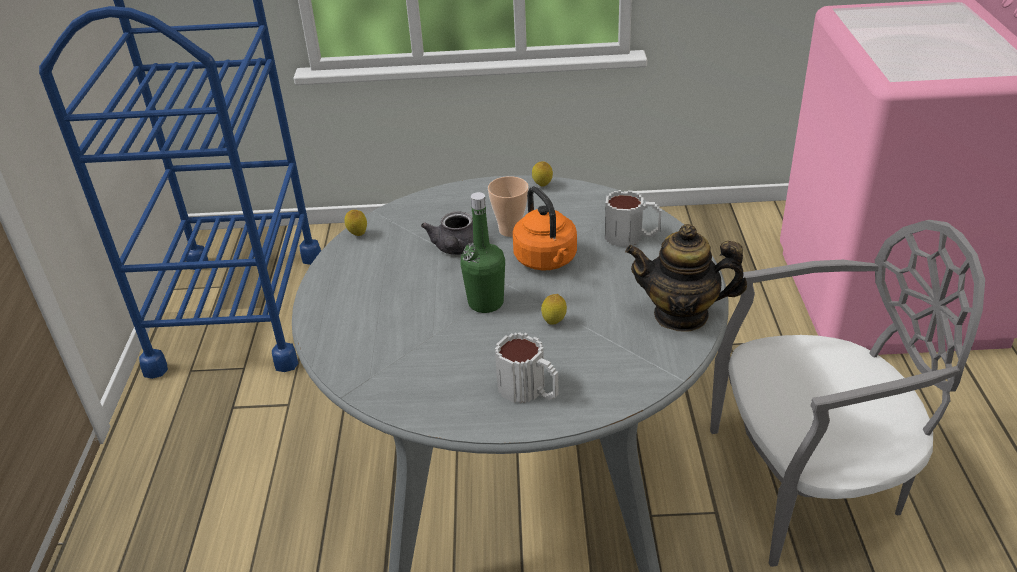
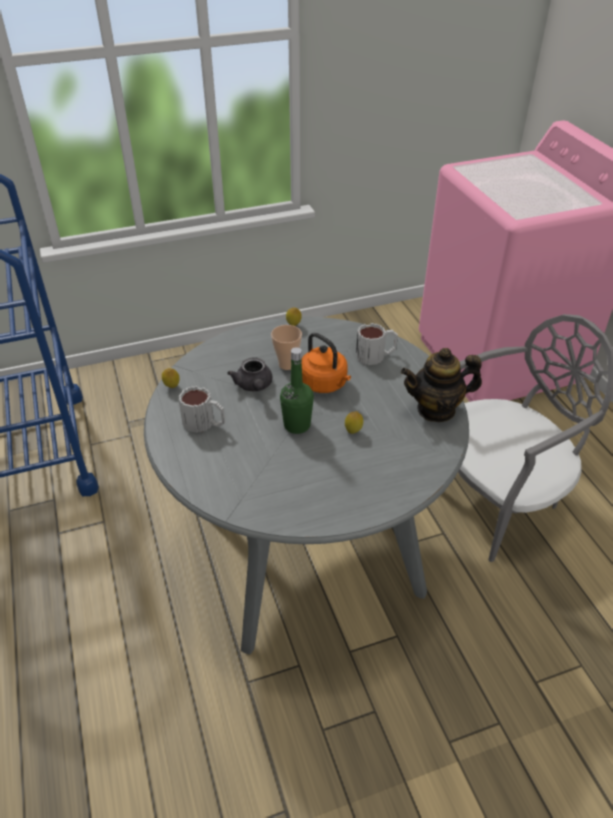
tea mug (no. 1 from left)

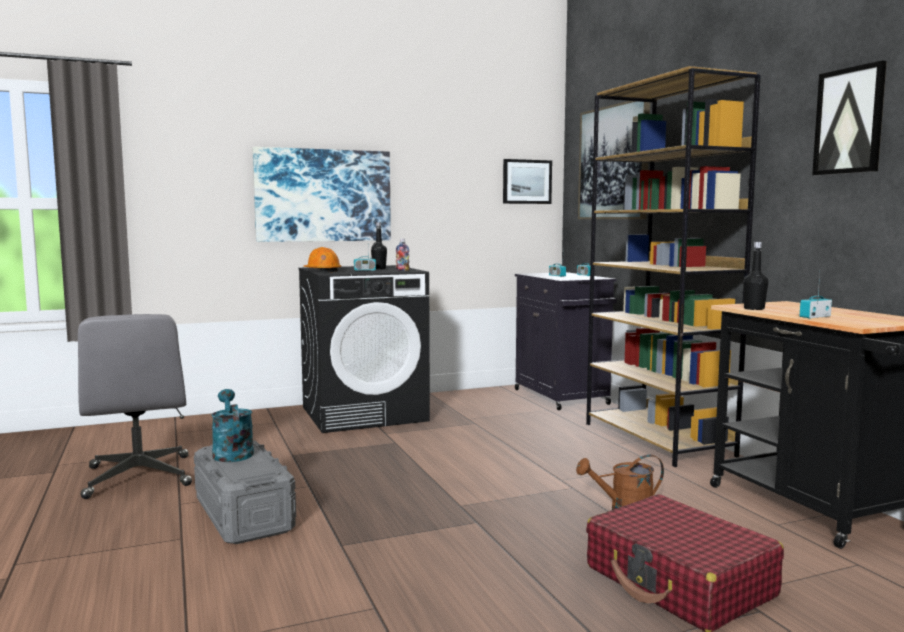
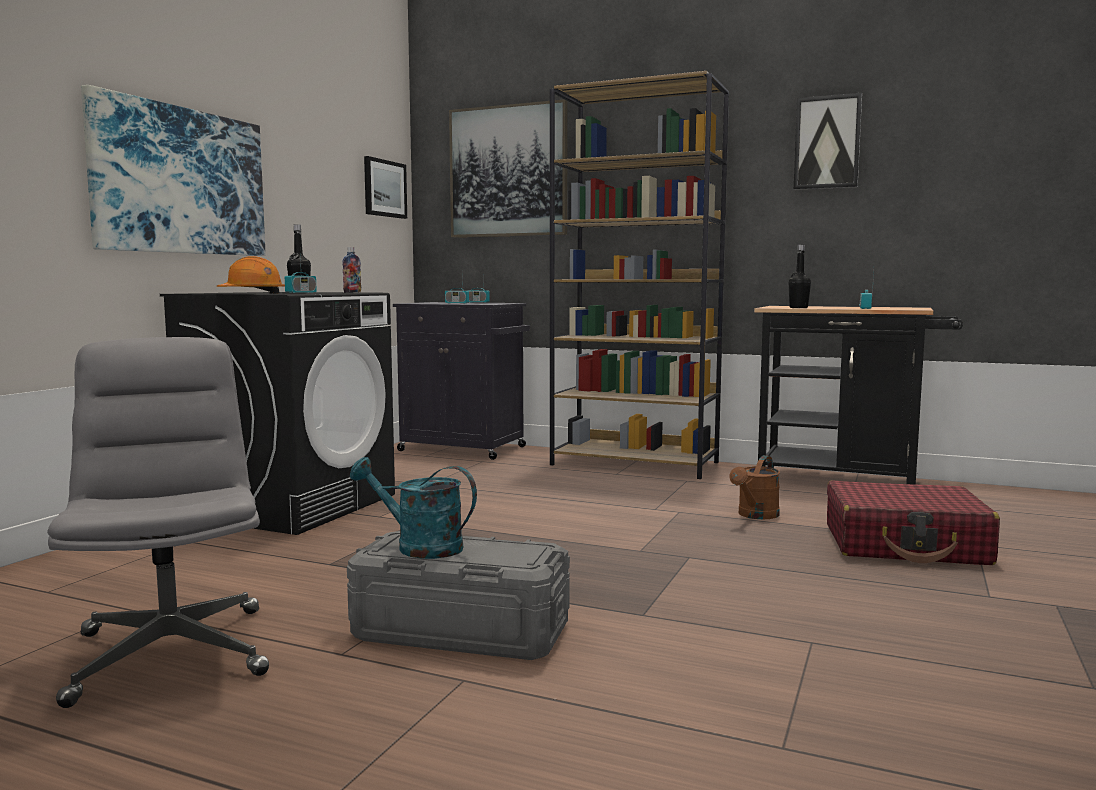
computer chair in gray

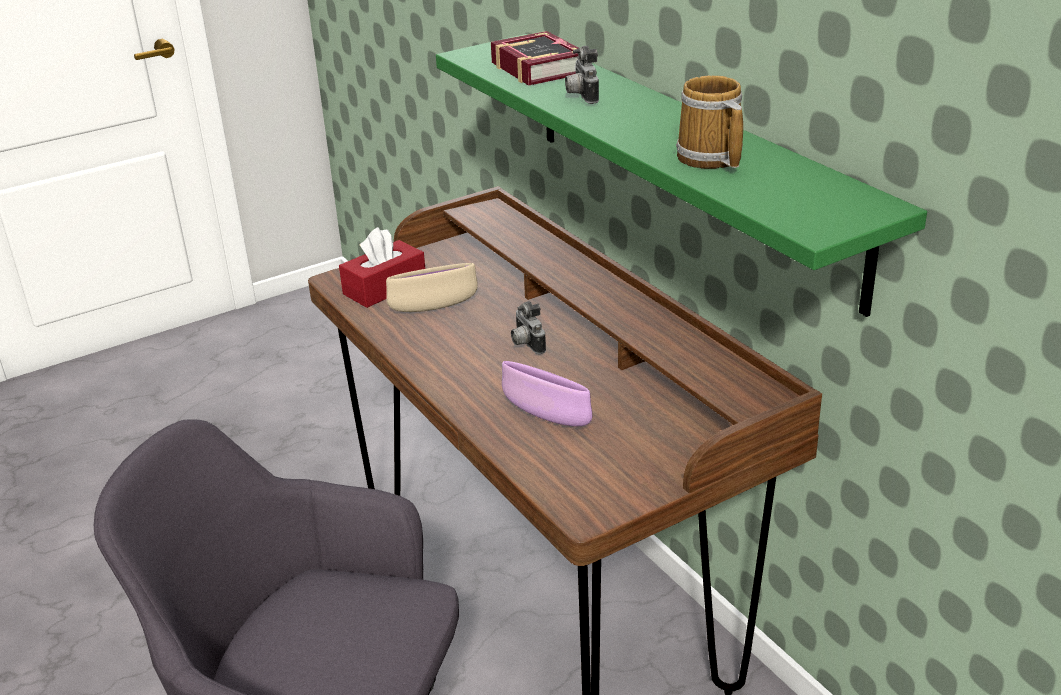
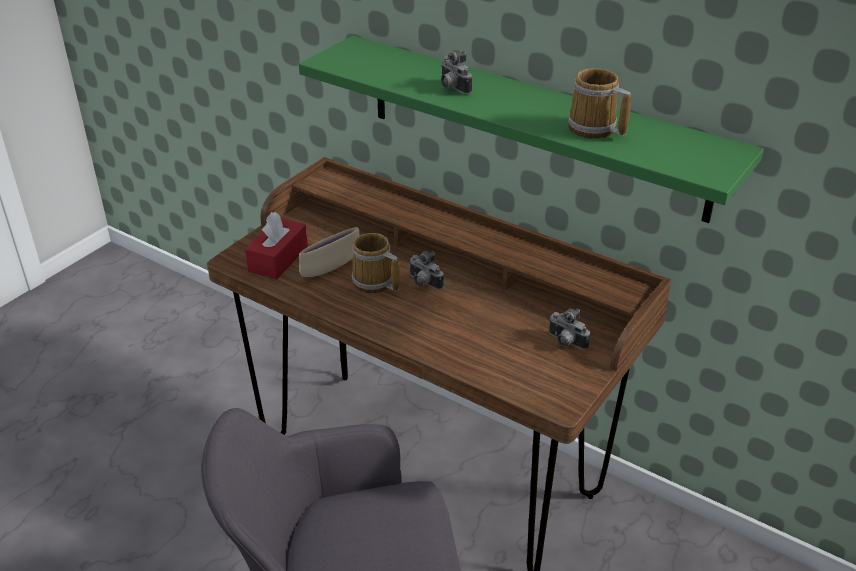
tea mug (no. 1 from left); still camera (no. 3 from left); book; bowl in purple-coloured

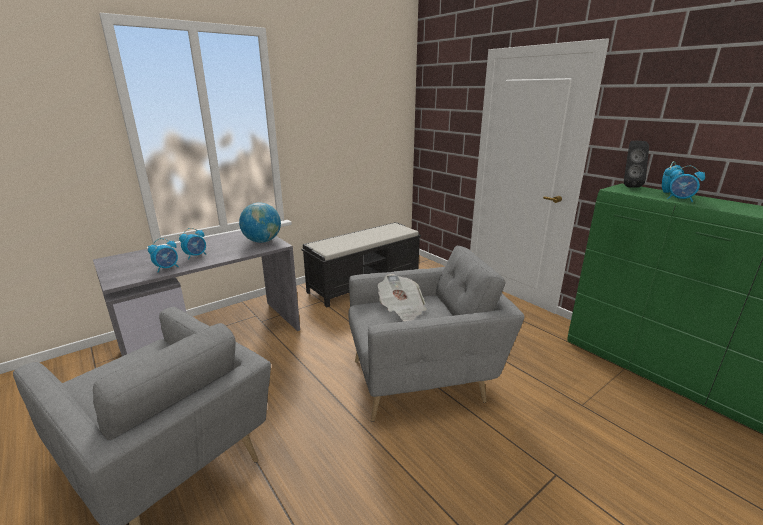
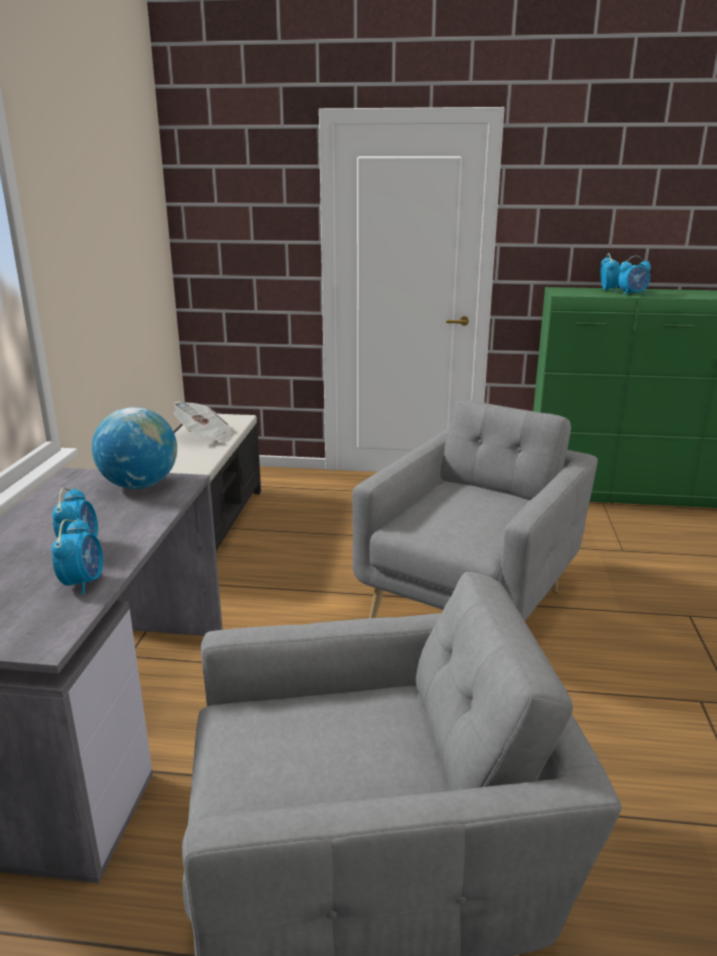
newspaper; speaker in black

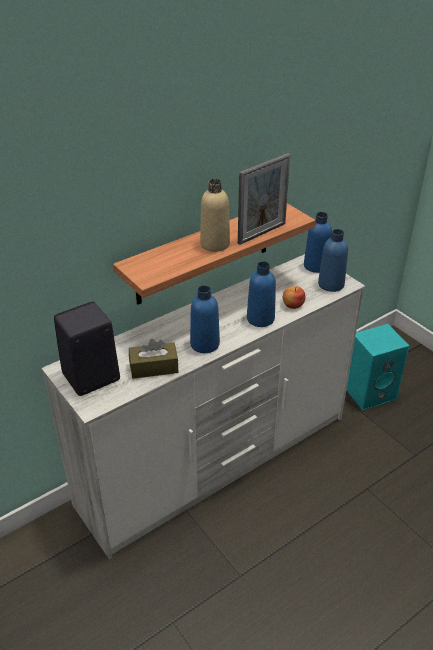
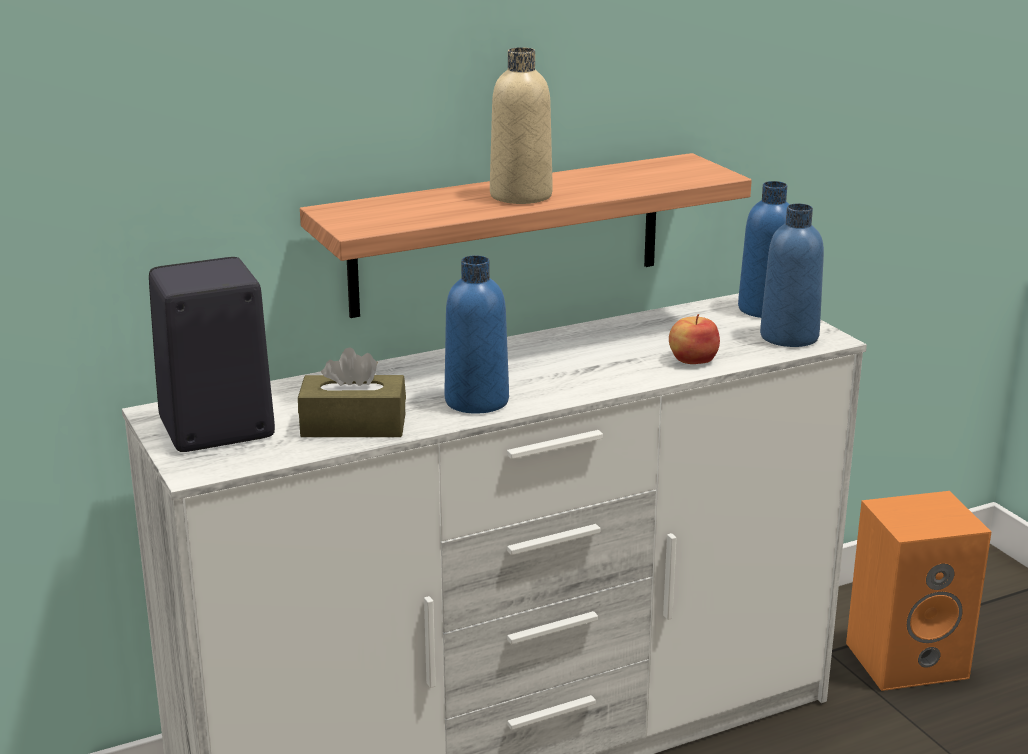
speaker in orangey; photo frame; beverage bottle in blue (no. 2 from left in the first image)

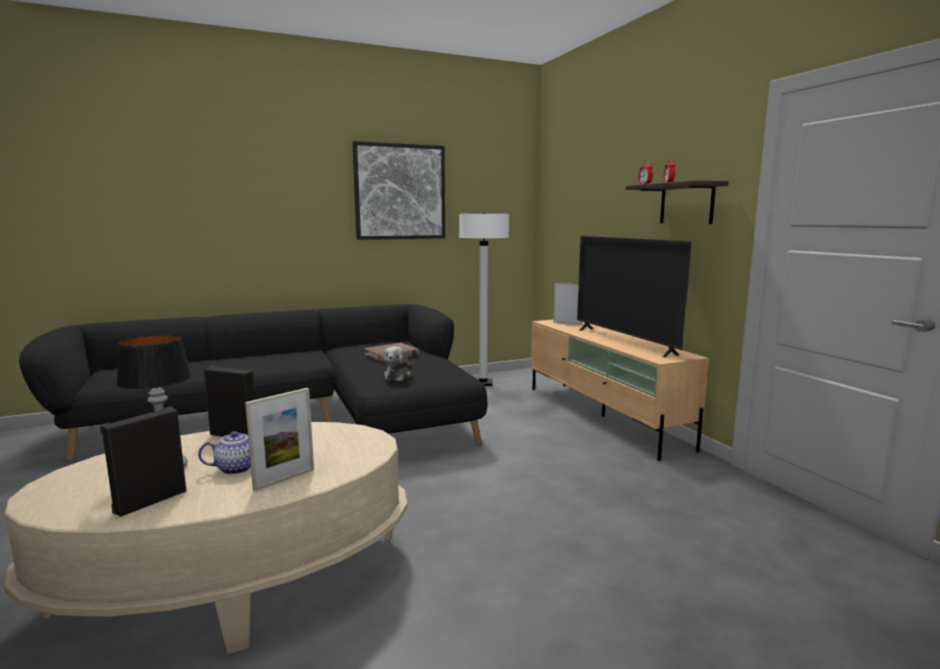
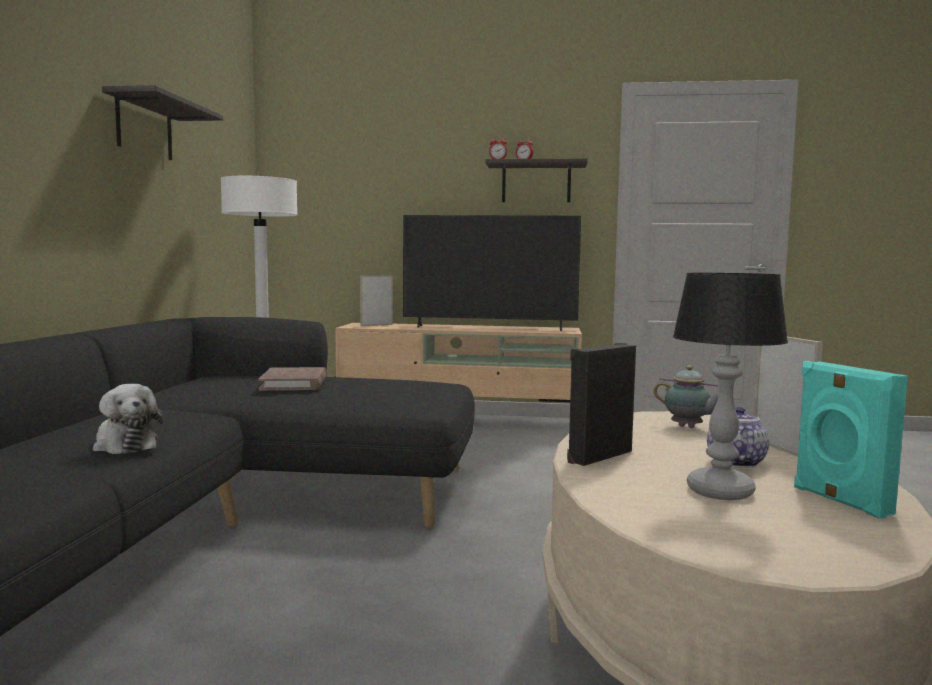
cuddly toy; shelf (no. 1 from left); tea pot (no. 1 from left); speaker in turquoise

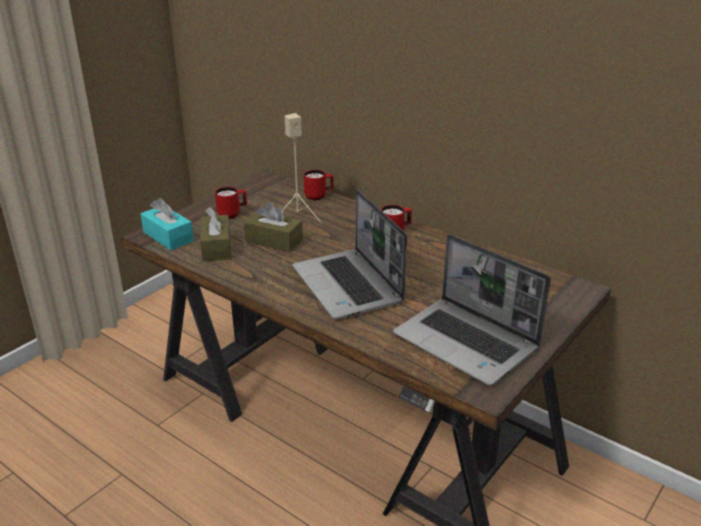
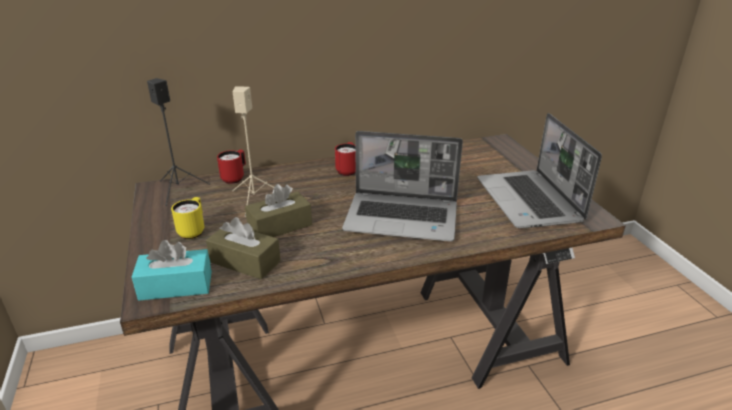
speaker in black; tea mug in yellowish; notebook computer (no. 2 from left)

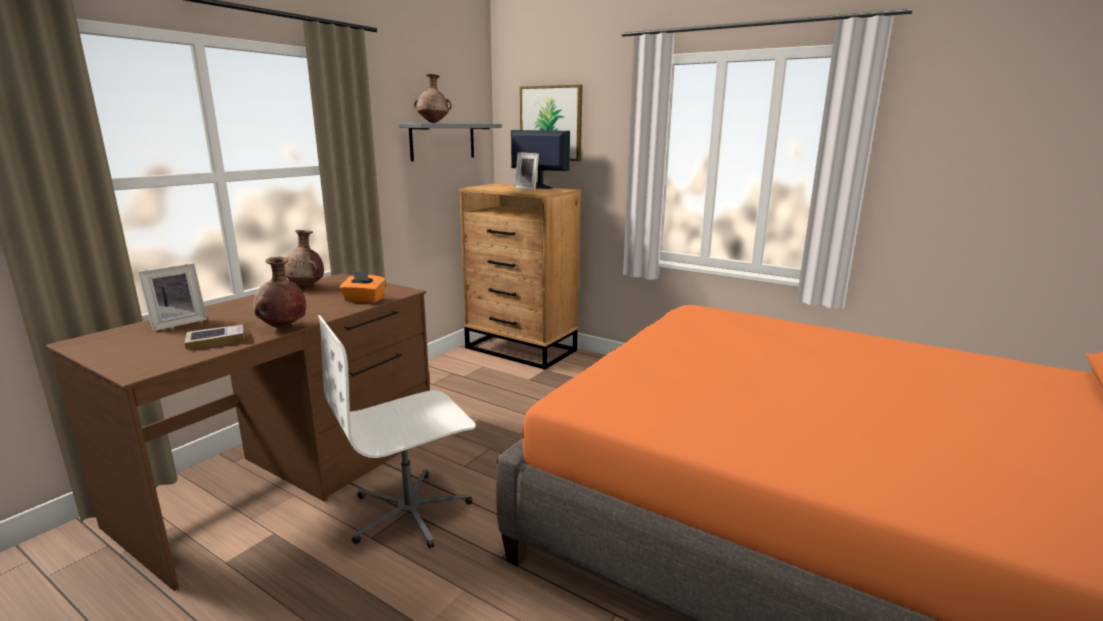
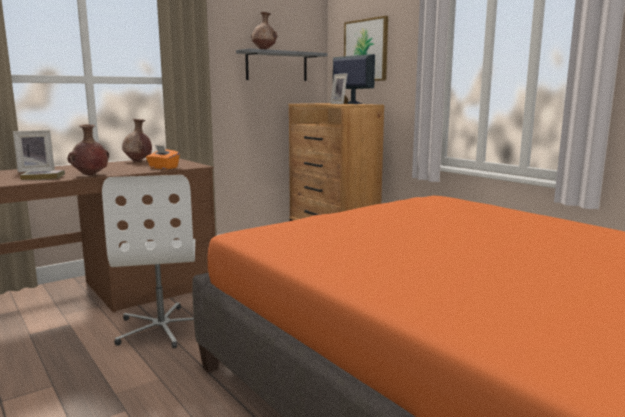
computer chair in white-coloured

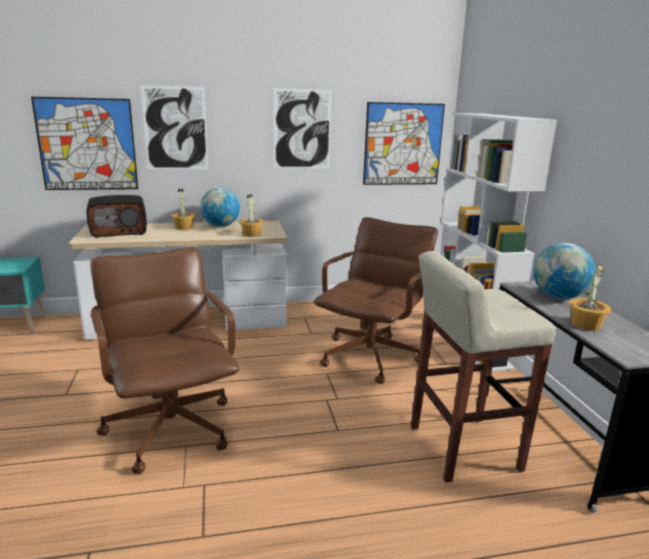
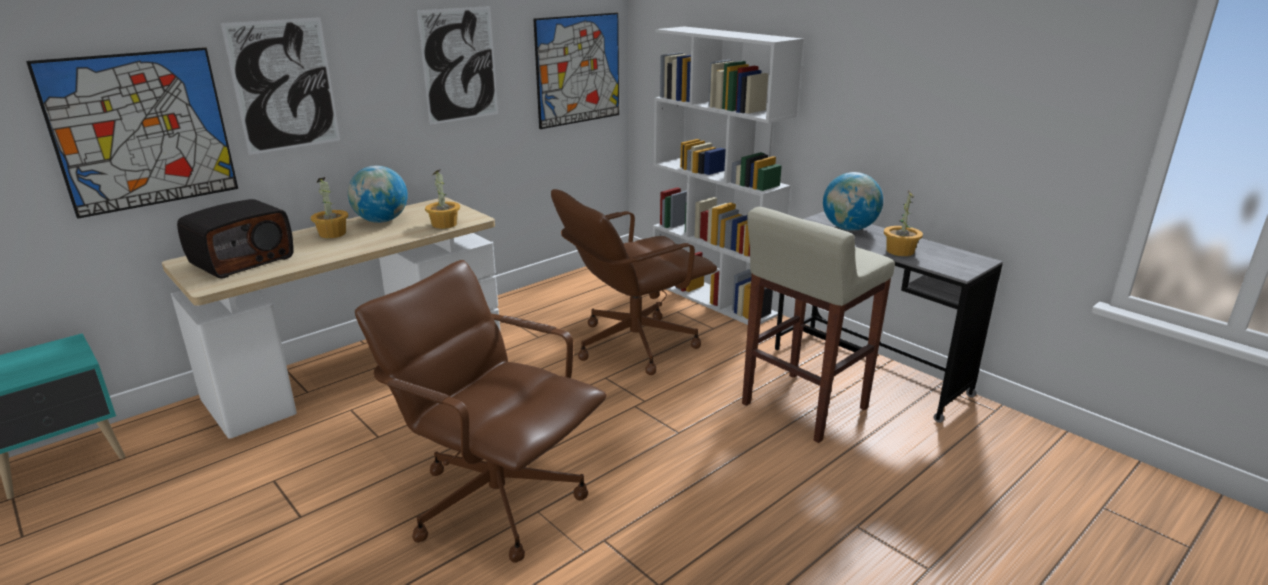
computer chair in brown-coloured (no. 2 from left)

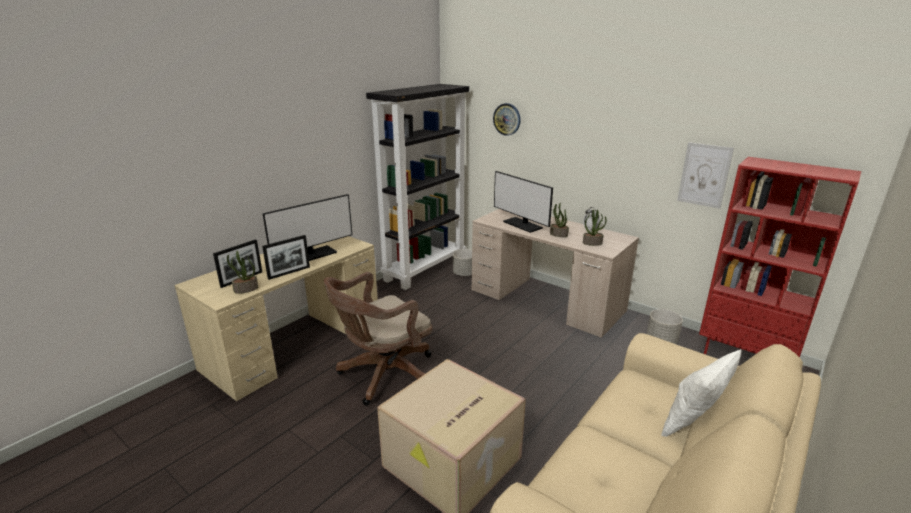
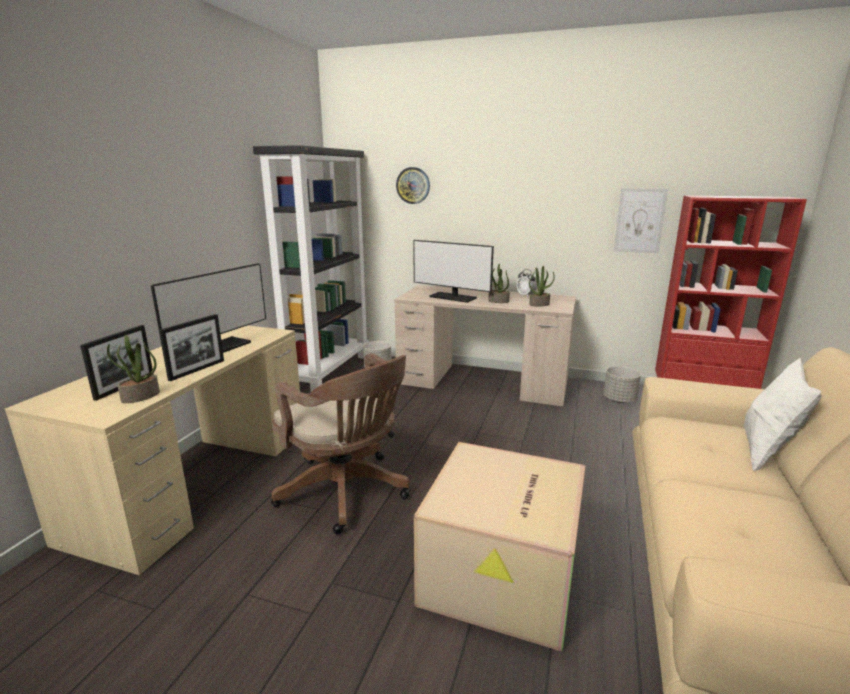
computer chair in brown-coloured

